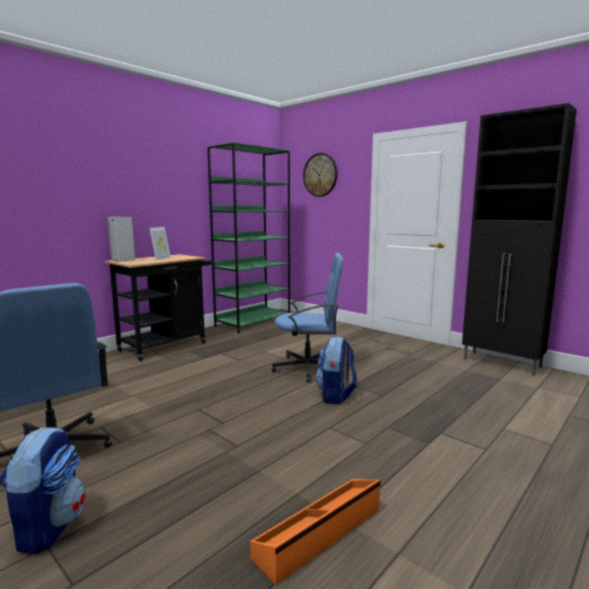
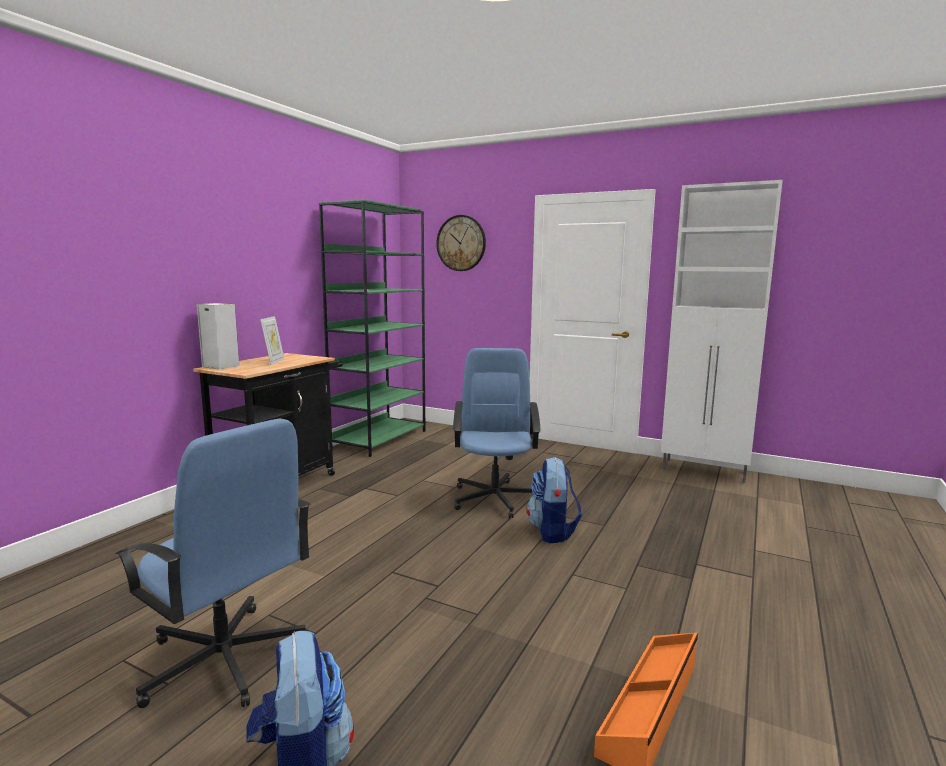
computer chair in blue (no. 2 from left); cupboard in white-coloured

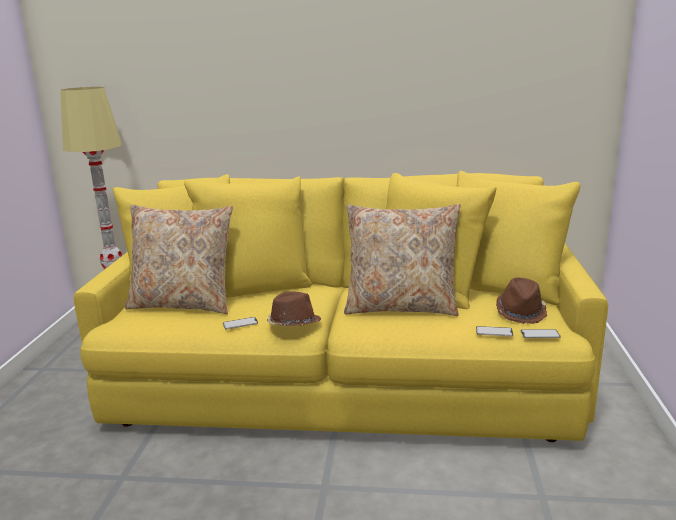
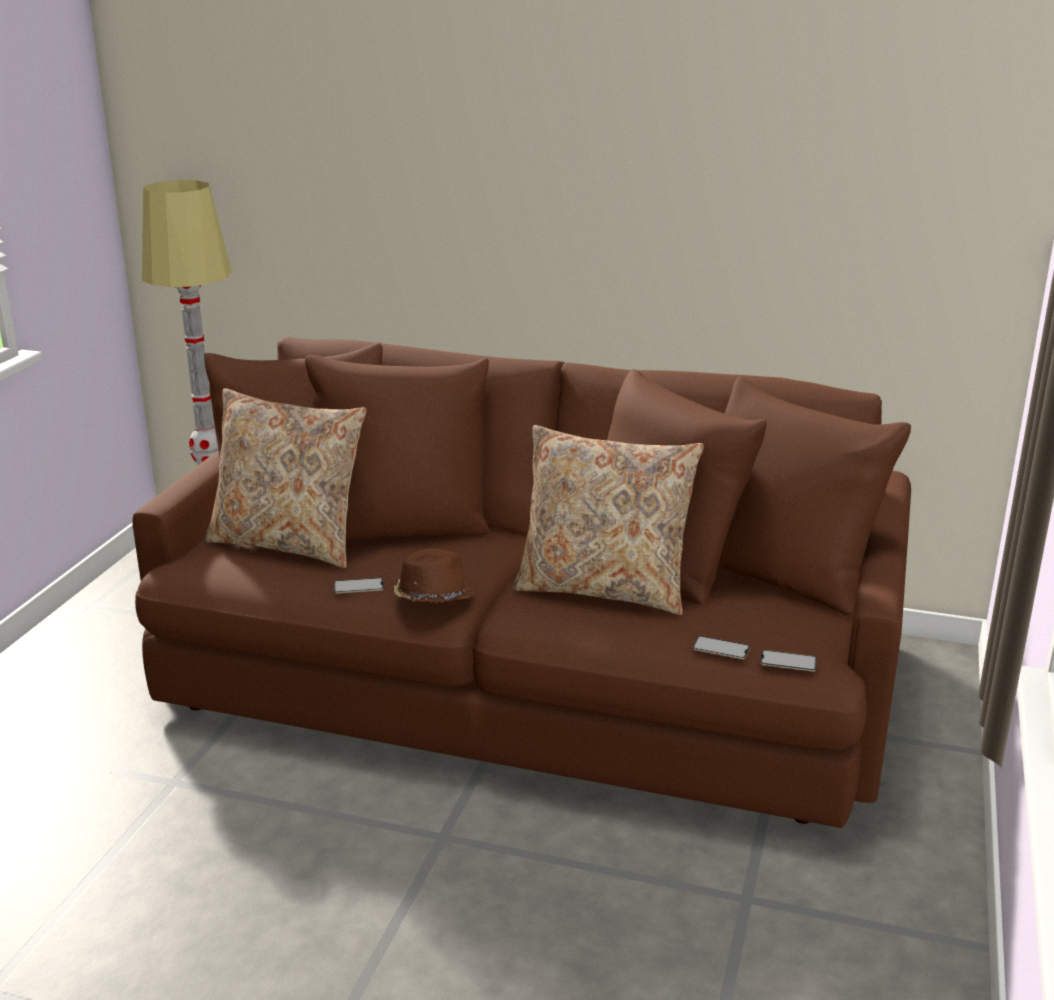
sofa in brown-coloured; hat in brown-coloured (no. 2 from left in the first image)

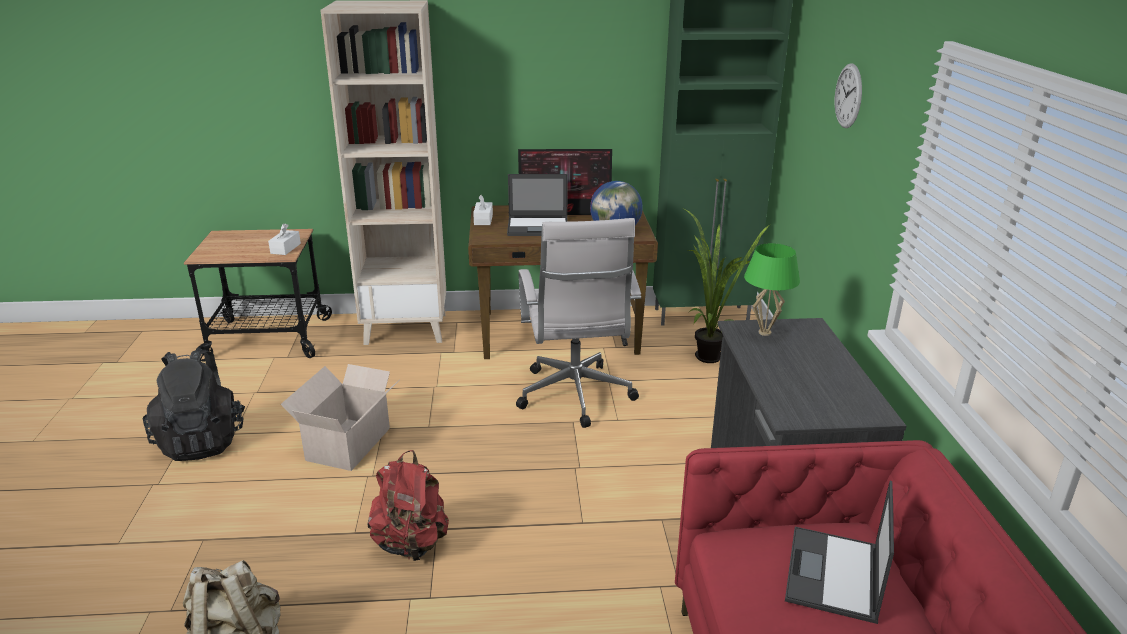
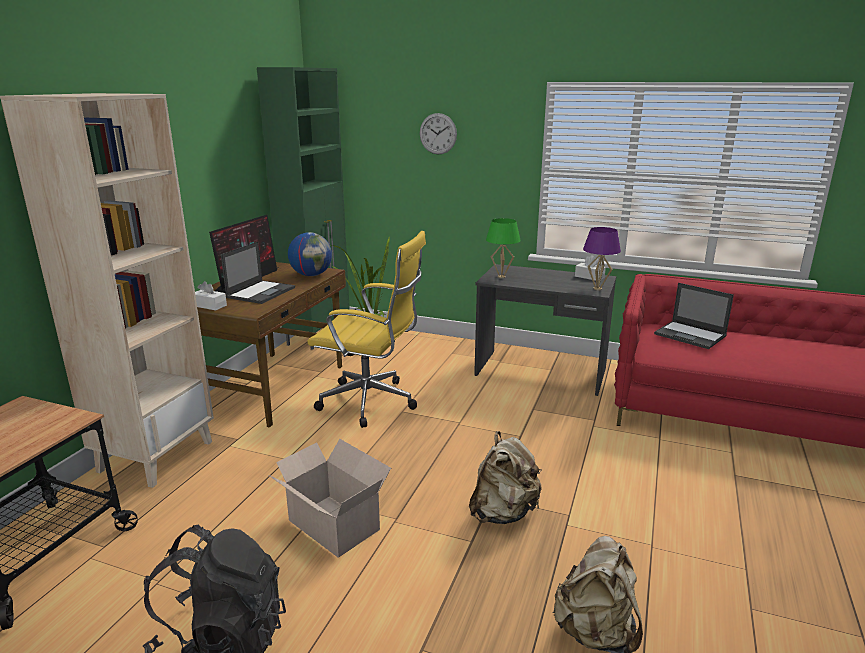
computer chair in yellowish; rucksack in beige-coloured (no. 1 from left); box of tissues in white-coloured (no. 2 from left); tabletop lamp in purple-coloured

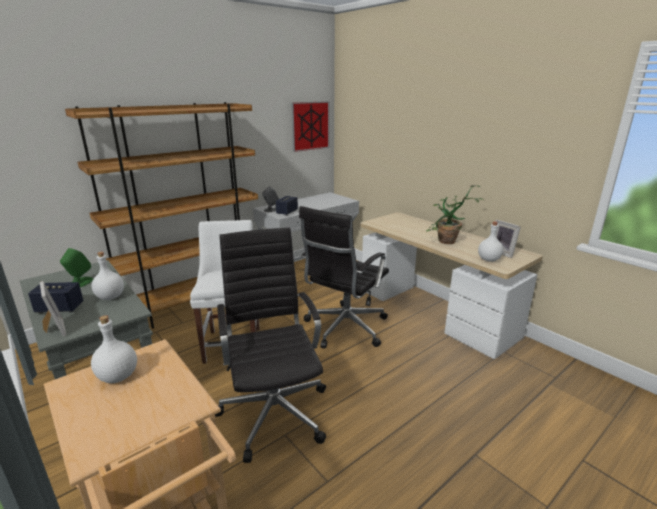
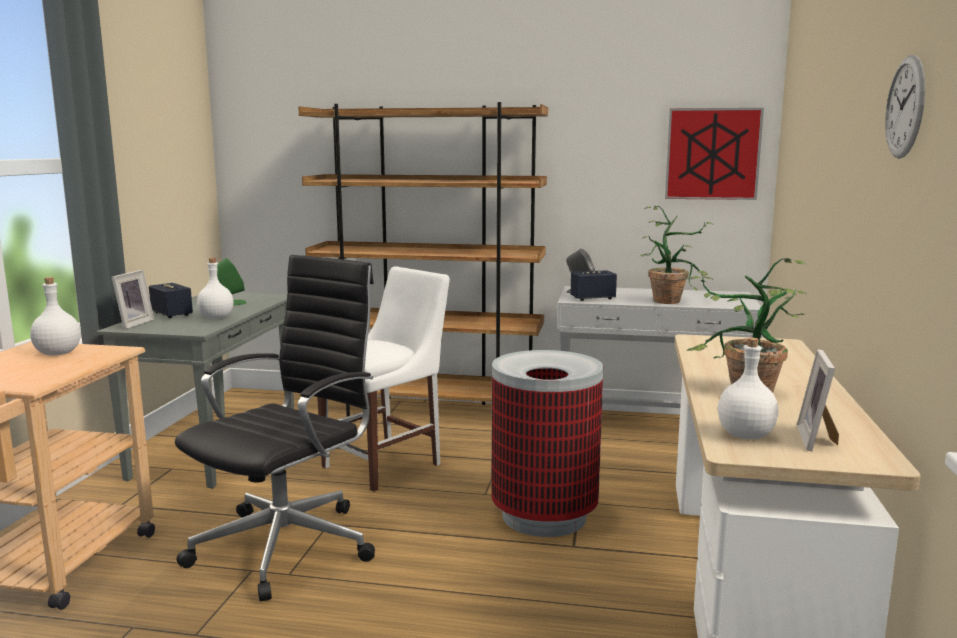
waste bin; houseplant (no. 1 from left); clock on the wall

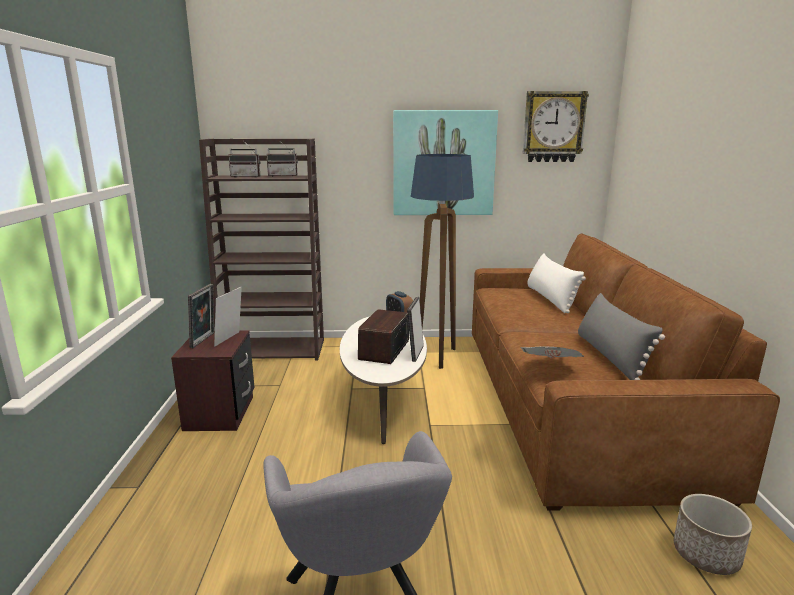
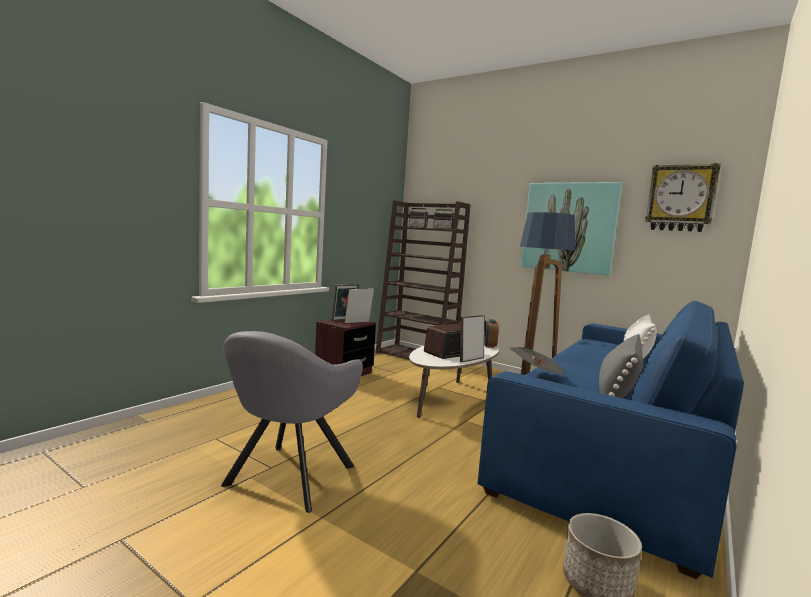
sofa in blue

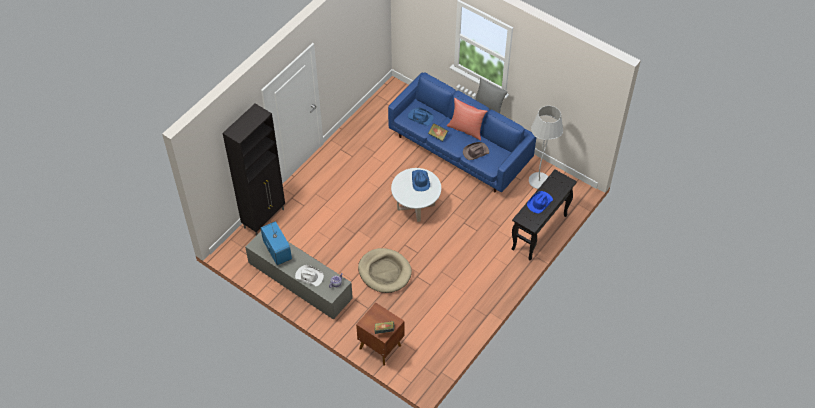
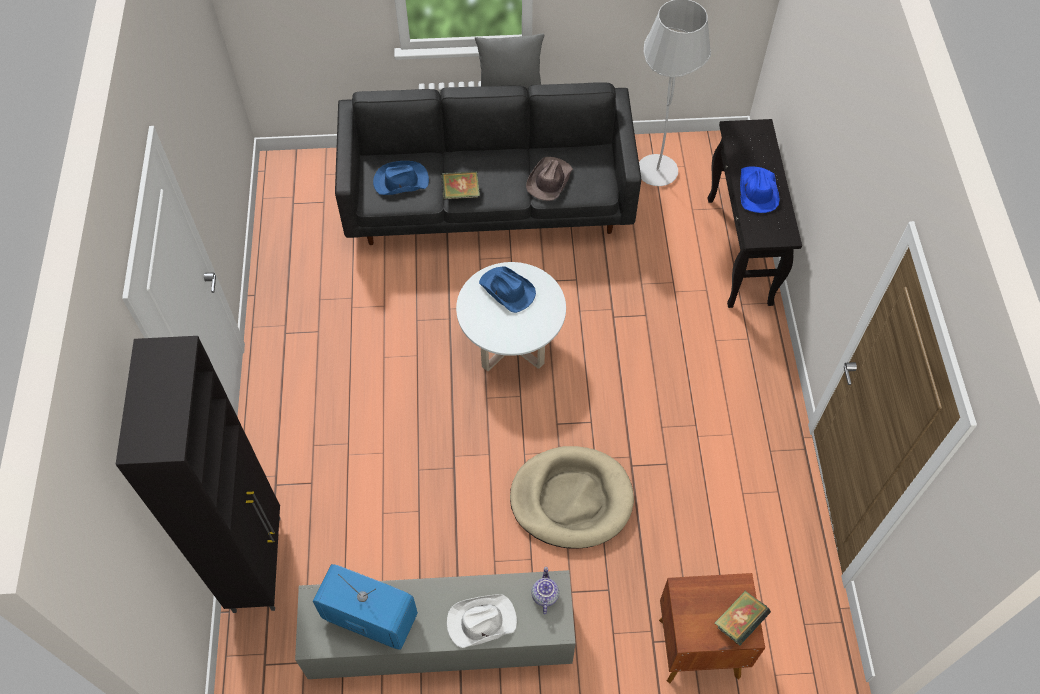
sofa in black; throw pillow in red-coloured

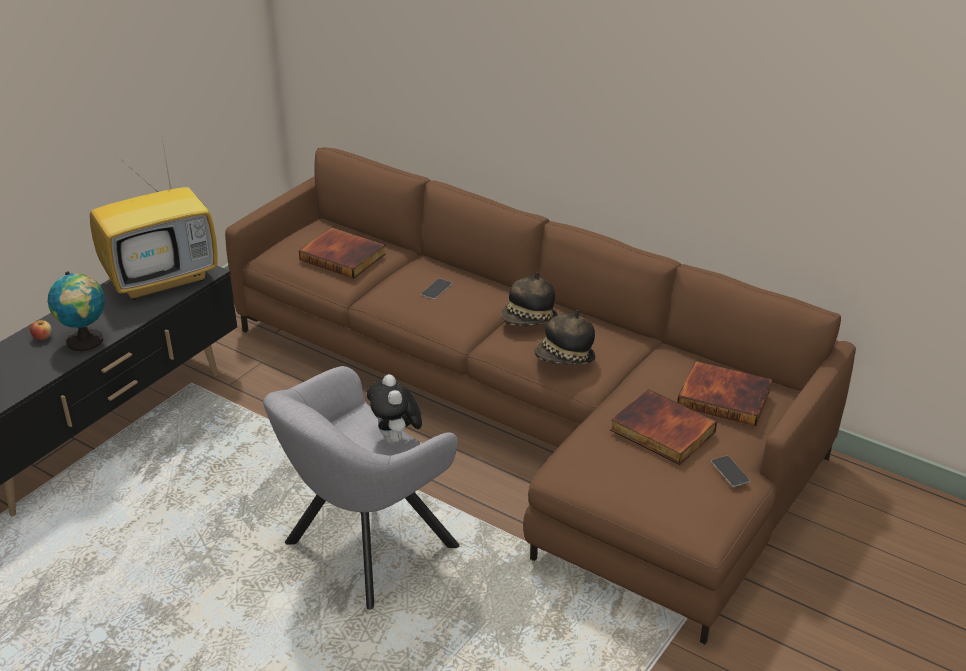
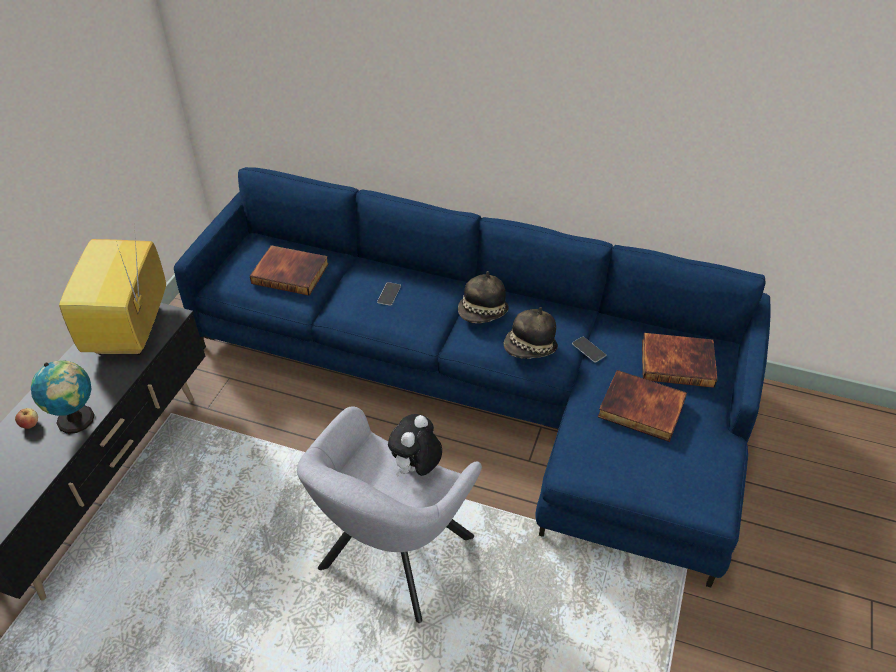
TV; sofa in blue; cuddly toy; phone (no. 2 from left)

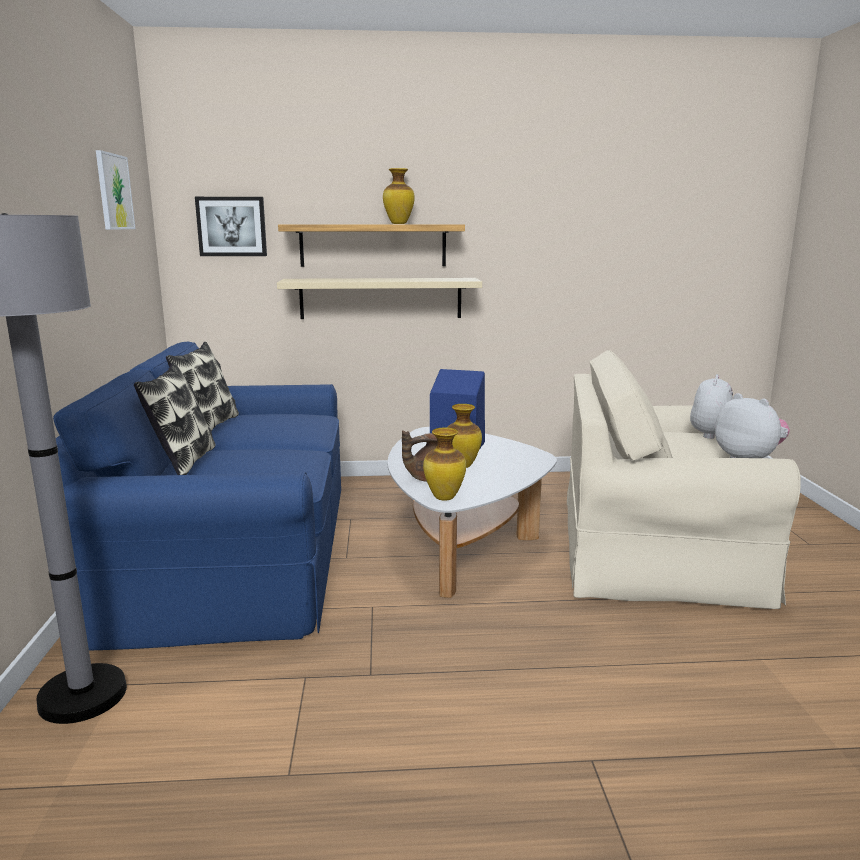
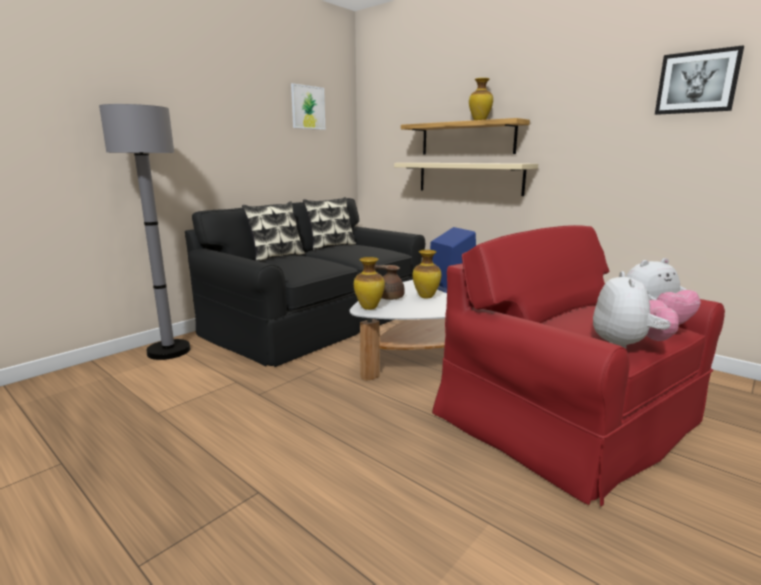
sofa in black; armchair in red-coloured; picture (no. 2 from left)

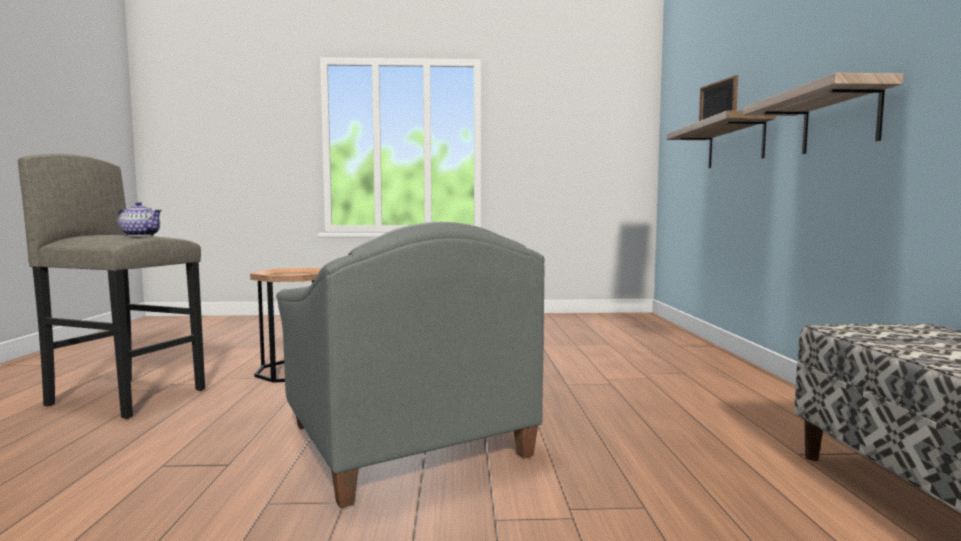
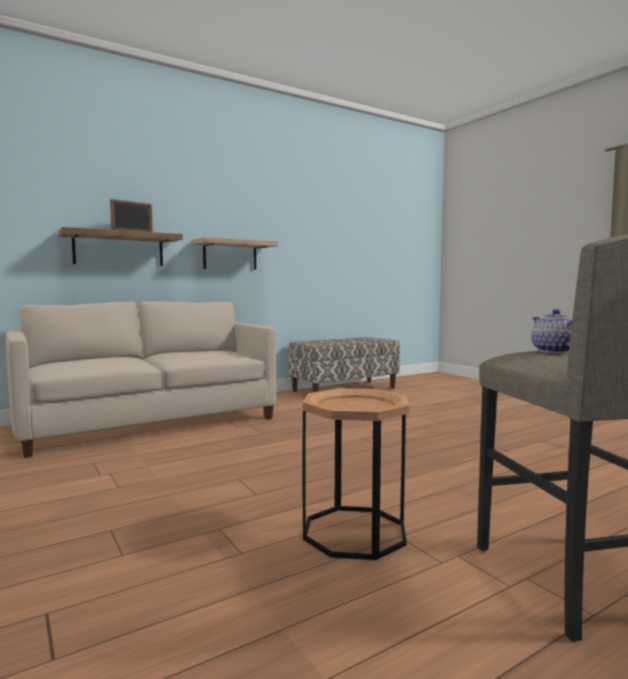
sofa in beige-coloured; armchair in gray

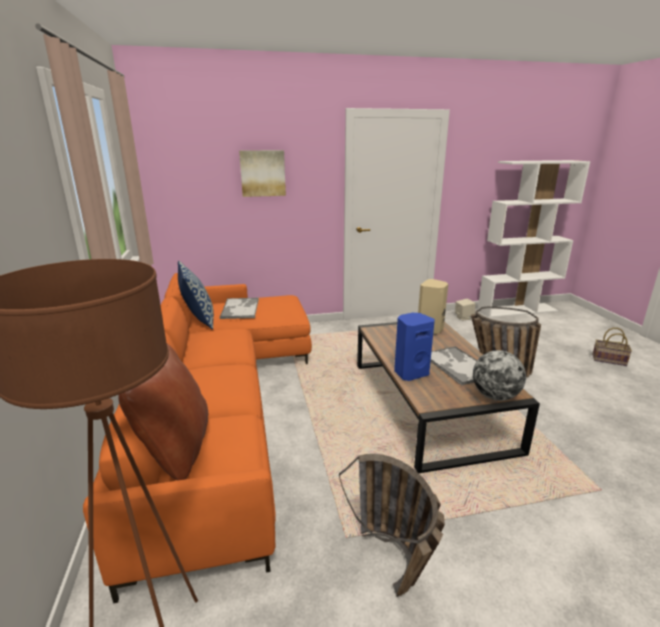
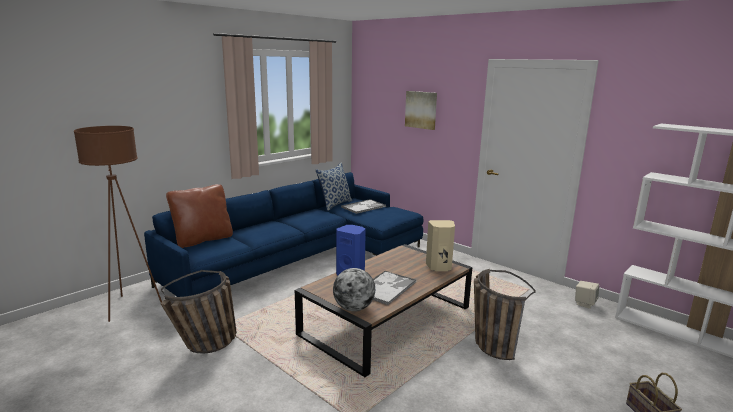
sofa in blue

